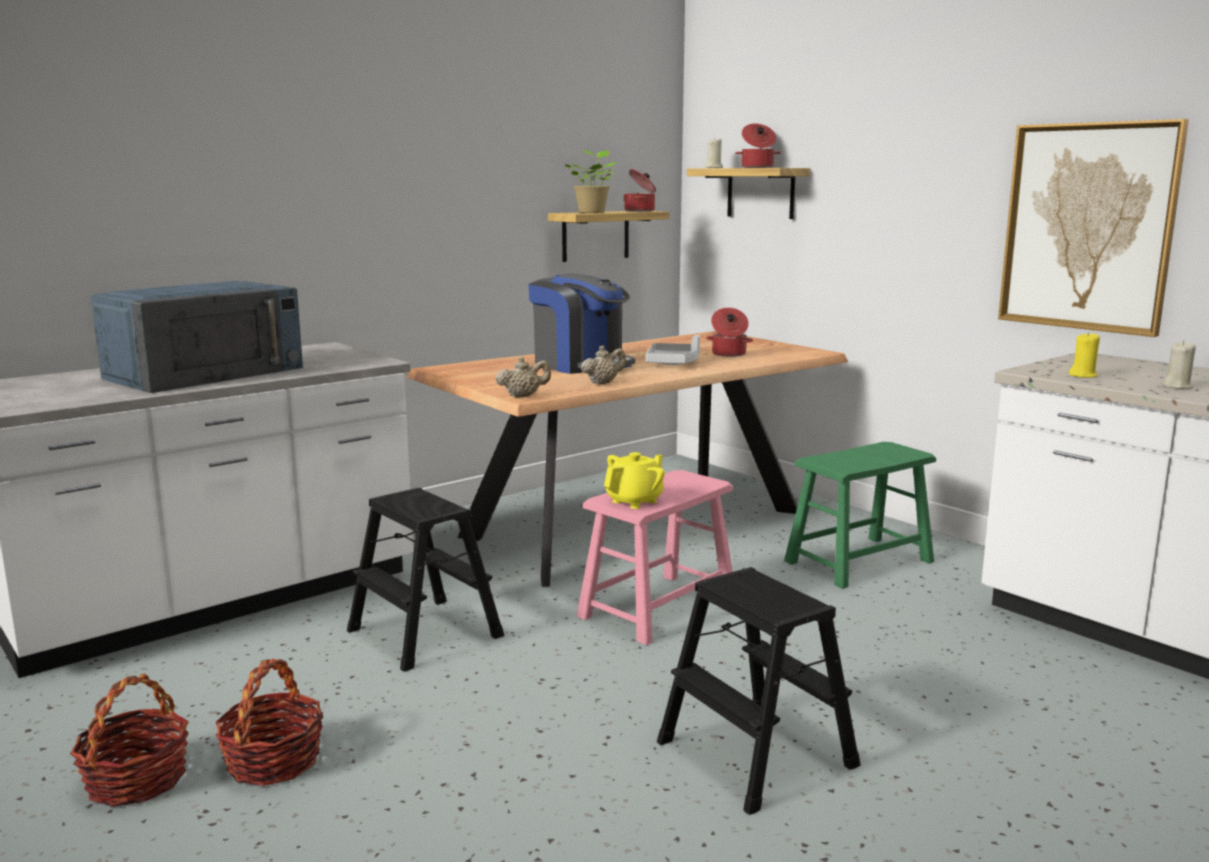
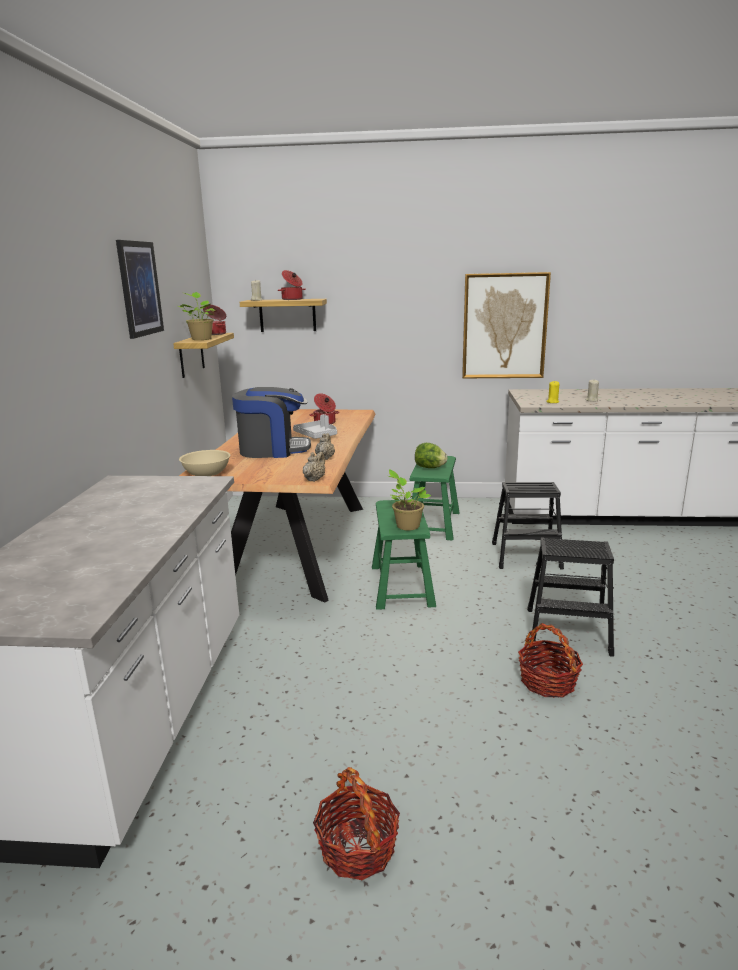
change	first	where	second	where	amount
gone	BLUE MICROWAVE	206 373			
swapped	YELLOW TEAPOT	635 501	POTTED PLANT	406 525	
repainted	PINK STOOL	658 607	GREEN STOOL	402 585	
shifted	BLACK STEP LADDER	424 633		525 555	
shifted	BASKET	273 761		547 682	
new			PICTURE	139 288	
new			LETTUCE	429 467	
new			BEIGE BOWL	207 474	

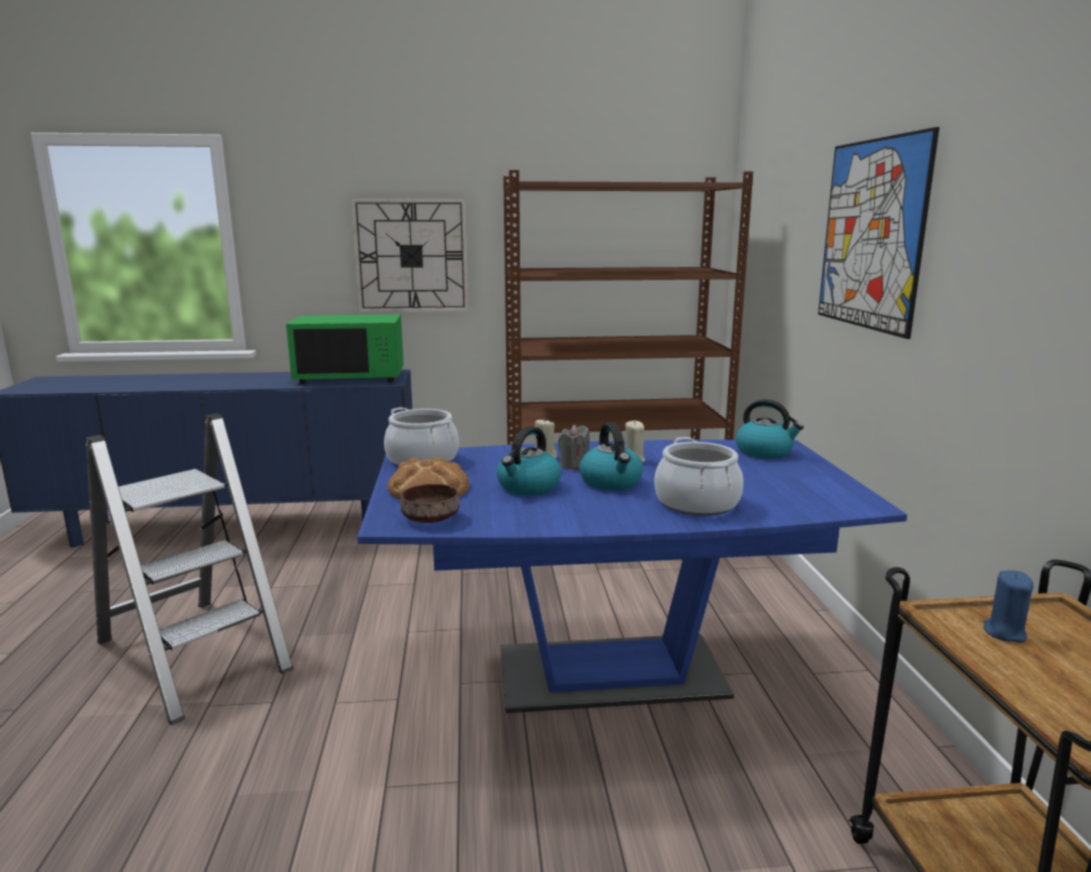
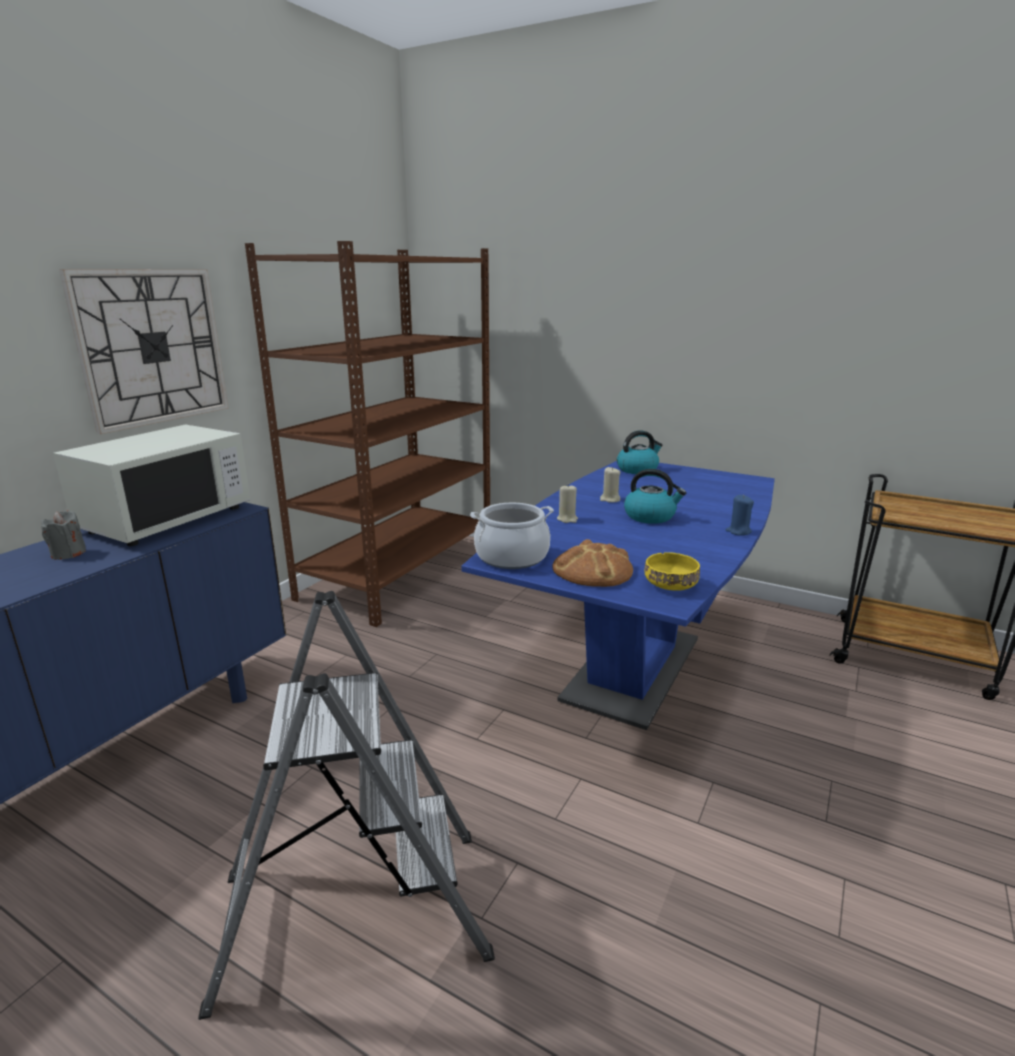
change	first	where	second	where	amount
gone	PICTURE	871 234			
repainted	GREEN MICROWAVE	351 377	WHITE MICROWAVE	167 519	
shifted	GREY CANDLE	574 465		68 553	
gone	KETTLE	528 487			
gone	COOKING POT	697 503			
repainted	BROWN BOWL	429 518	YELLOW BOWL	670 585	
shifted	BLUE CANDLE	1004 632		738 531	

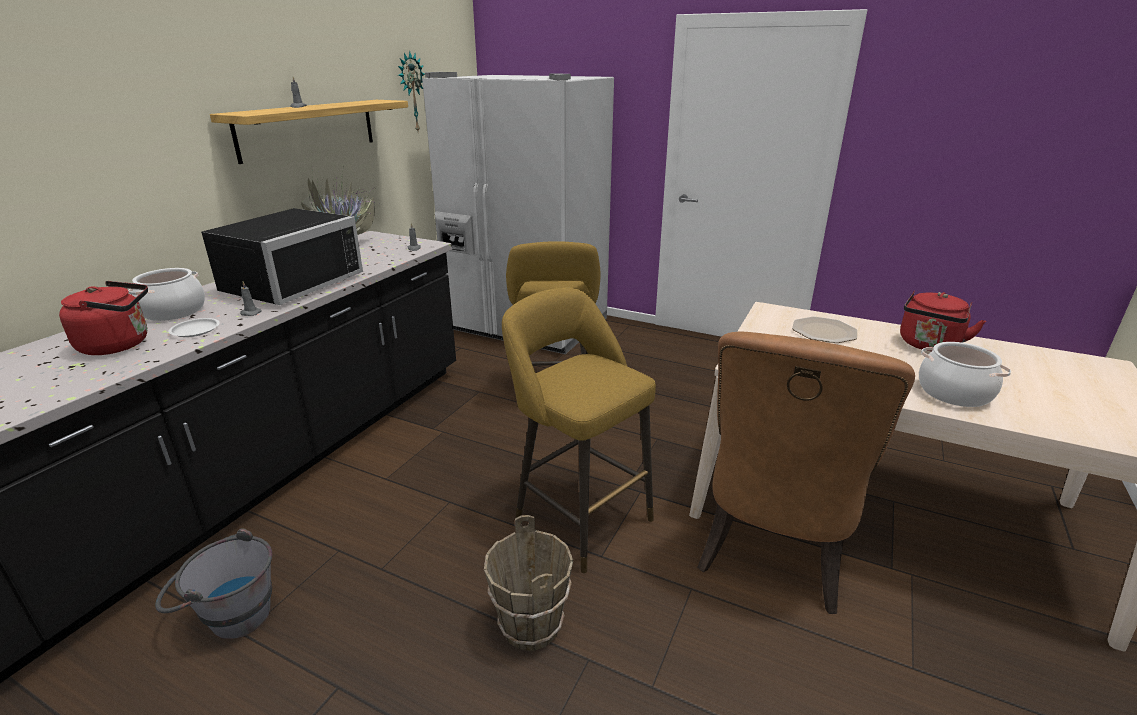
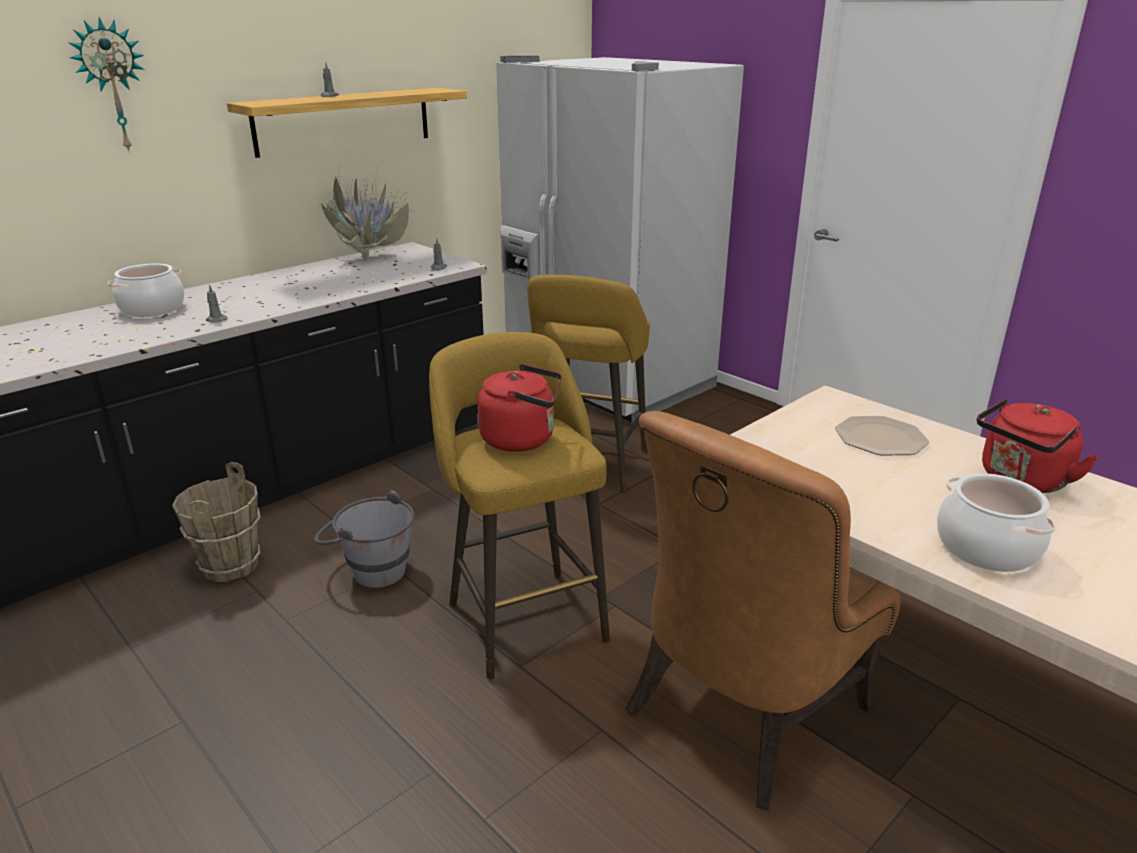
change	first	where	second	where	amount
shifted	WALL CLOCK	411 93		112 86	
gone	BLACK MICROWAVE	288 283			
shifted	RED KETTLE	120 345		522 439	
gone	WHITE PLATE	195 330			
shifted	BROWN BUCKET	530 626		230 566	
shifted	GREY BUCKET	229 616		370 569	

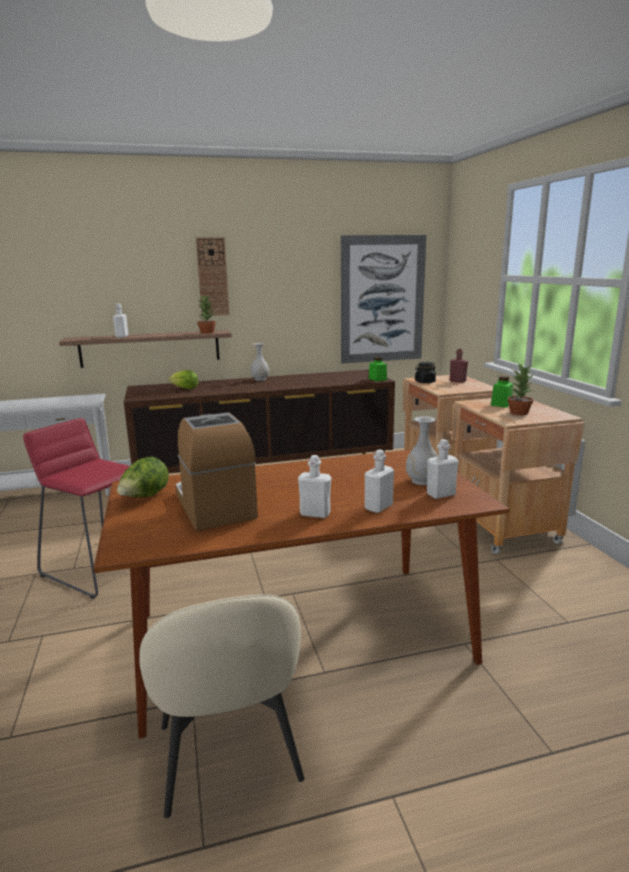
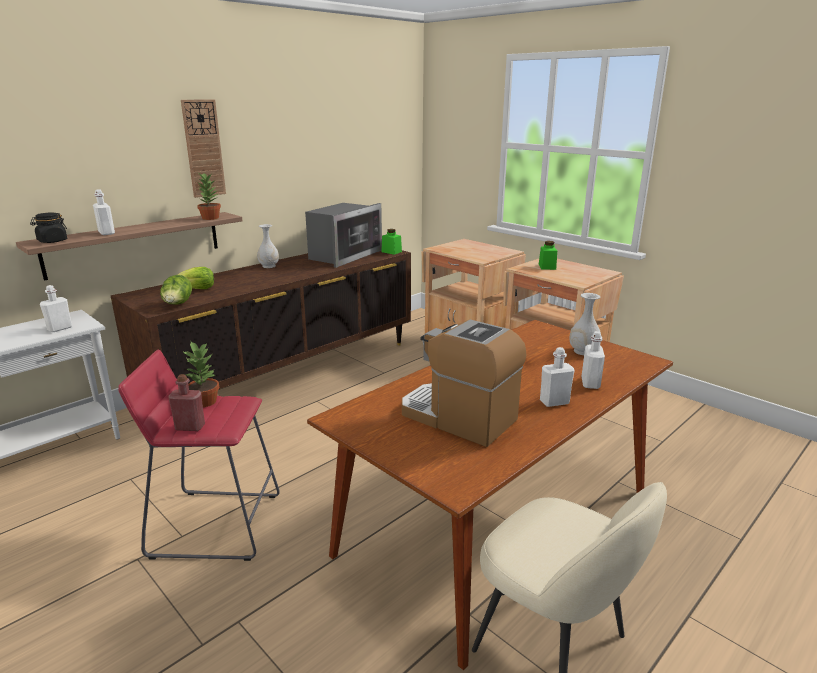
change	first	where	second	where	amount
gone	PICTURE	382 299			
shifted	RED BOTTLE	457 381		190 427	
shifted	BLACK JAR	425 382		52 241	
shifted	POTTED PLANT	519 412		205 401	
shifted	WHITE BOTTLE	441 494		60 328	
shifted	LETTUCE	145 497		178 305	
new			MICROWAVE	344 255	

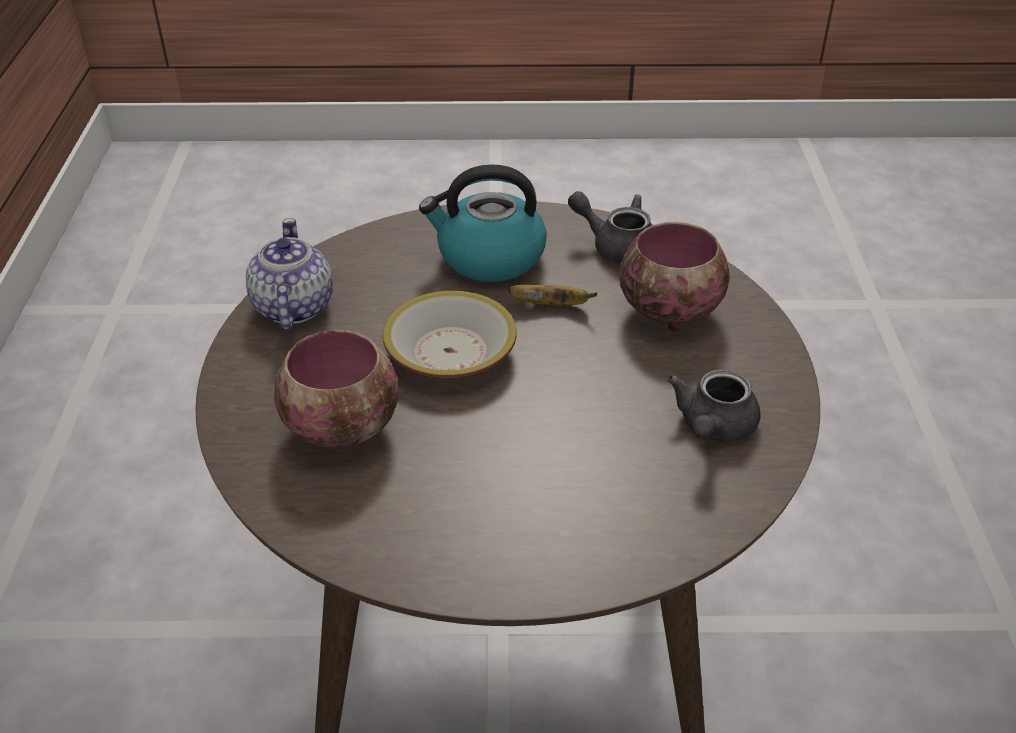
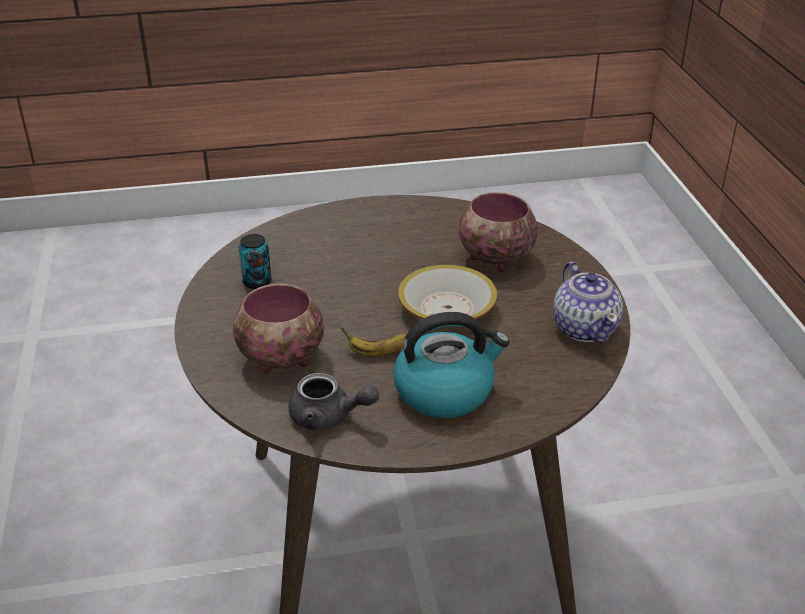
change	first	where	second	where	amount
swapped	GREY TEAPOT	712 428	CAN	257 282	

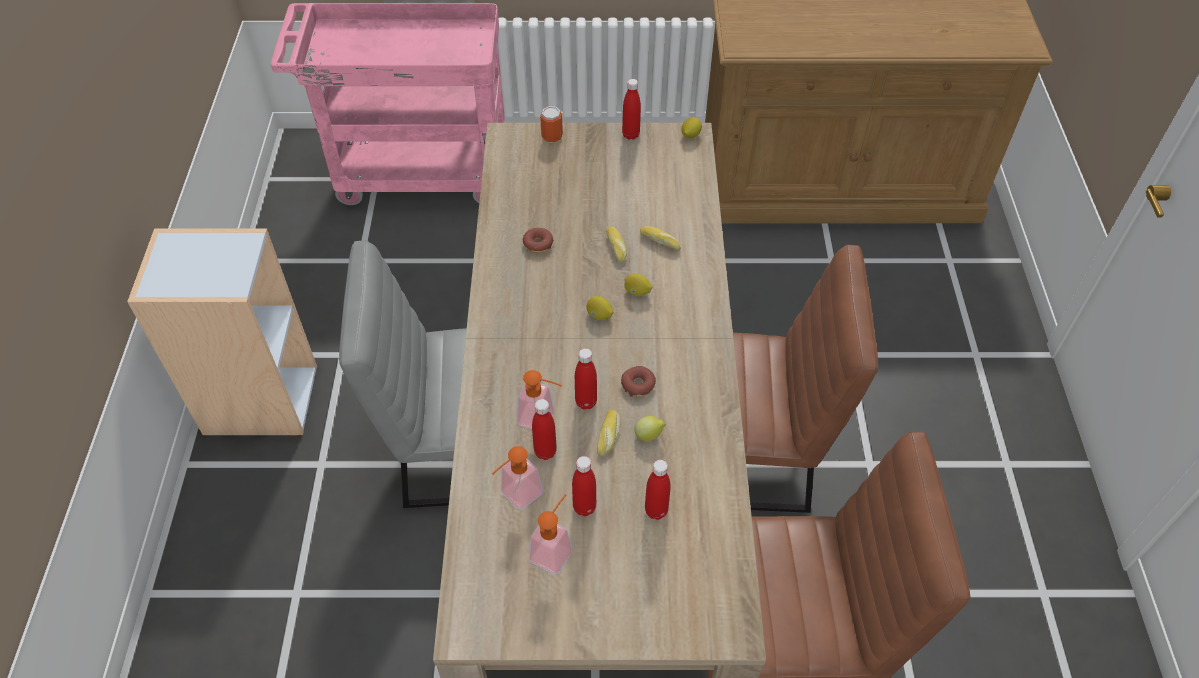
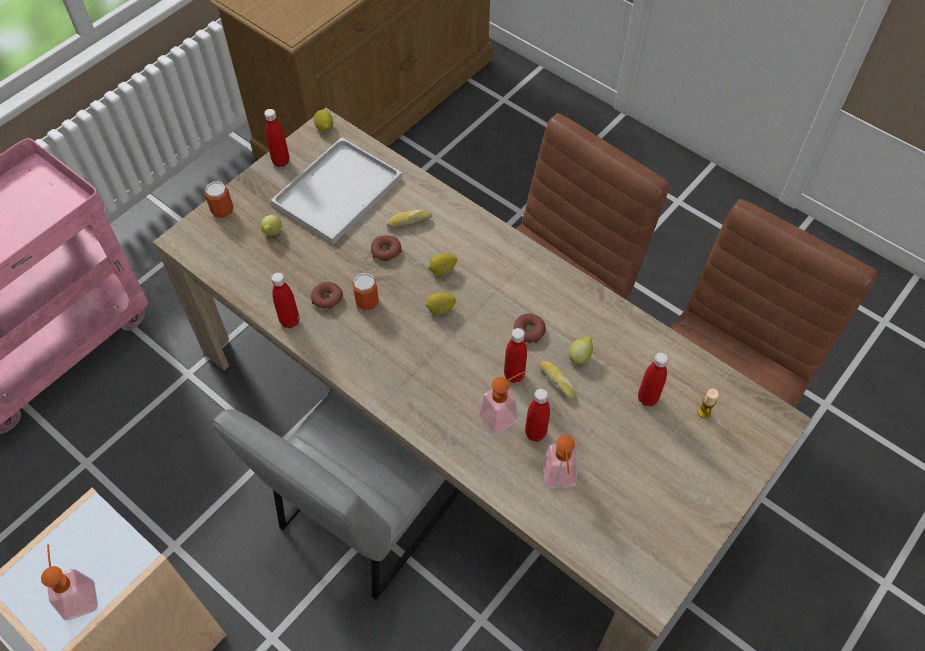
change	first	where	second	where	amount
swapped	BREAD	617 247	DONUT	386 251	
shifted	RED BOTTLE	584 507		290 321	
shifted	SOAP DISPENSER	554 550		78 593	
new			WHITE TRAY	338 189	
new			LEMON	272 233	
new			CAN	367 302	
new			CANDLE	704 412	

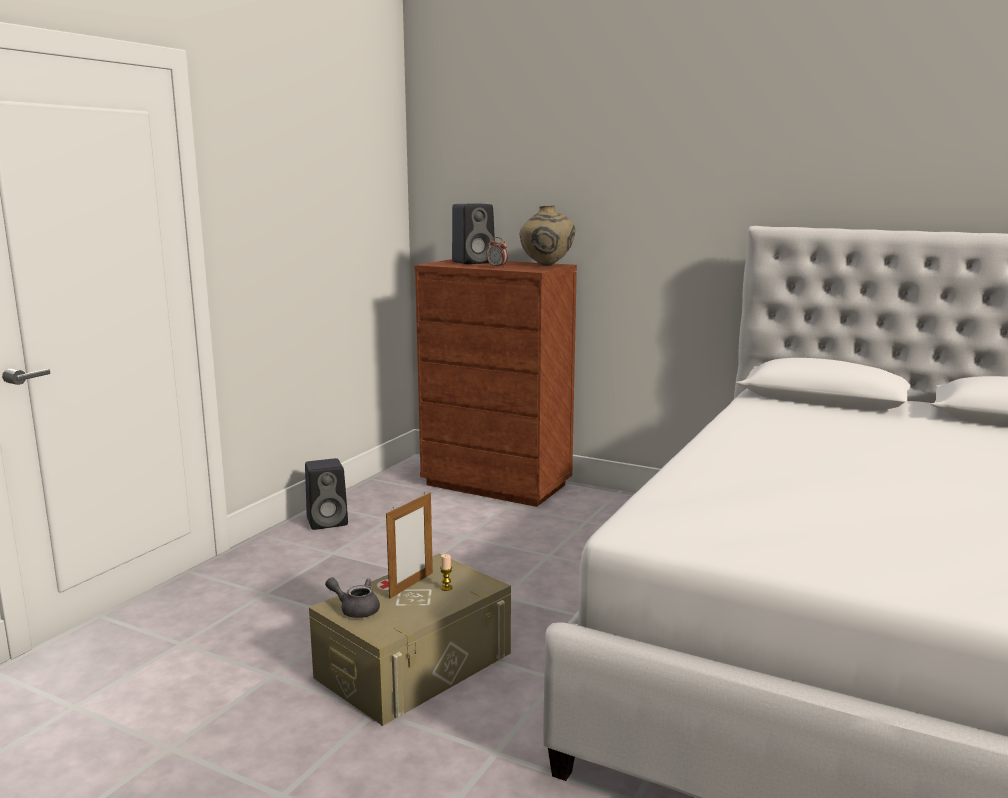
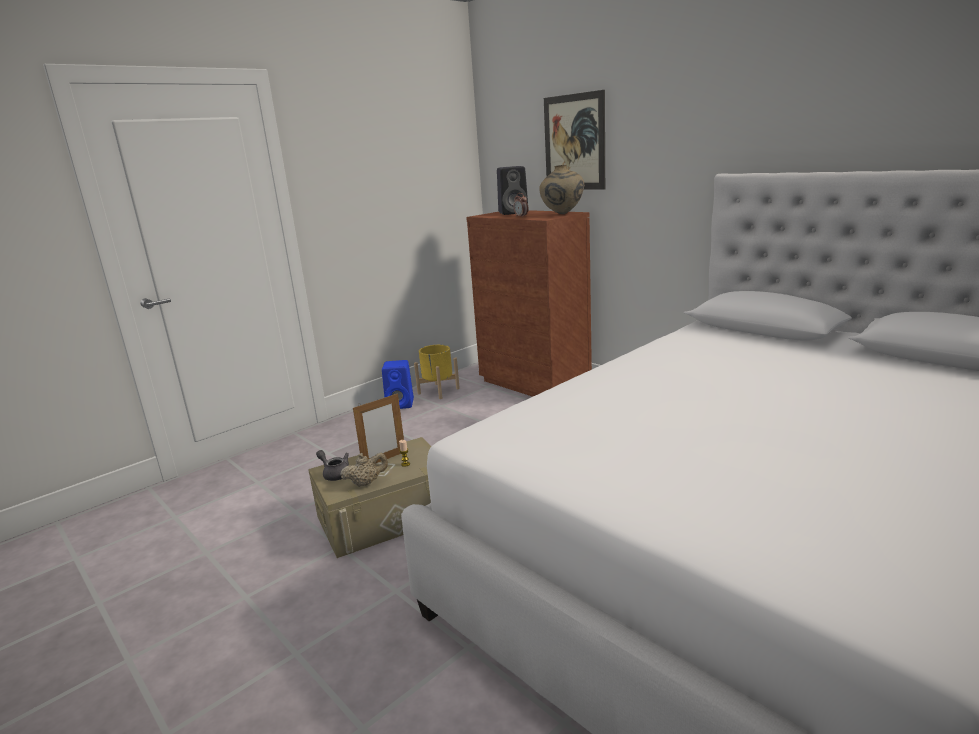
change	first	where	second	where	amount
repainted	BLACK SPEAKER	328 521	BLUE SPEAKER	401 404	
new			PICTURE	574 142	
new			YELLOW PLANTER	438 391	
new			BEIGE TEAPOT	366 483	

